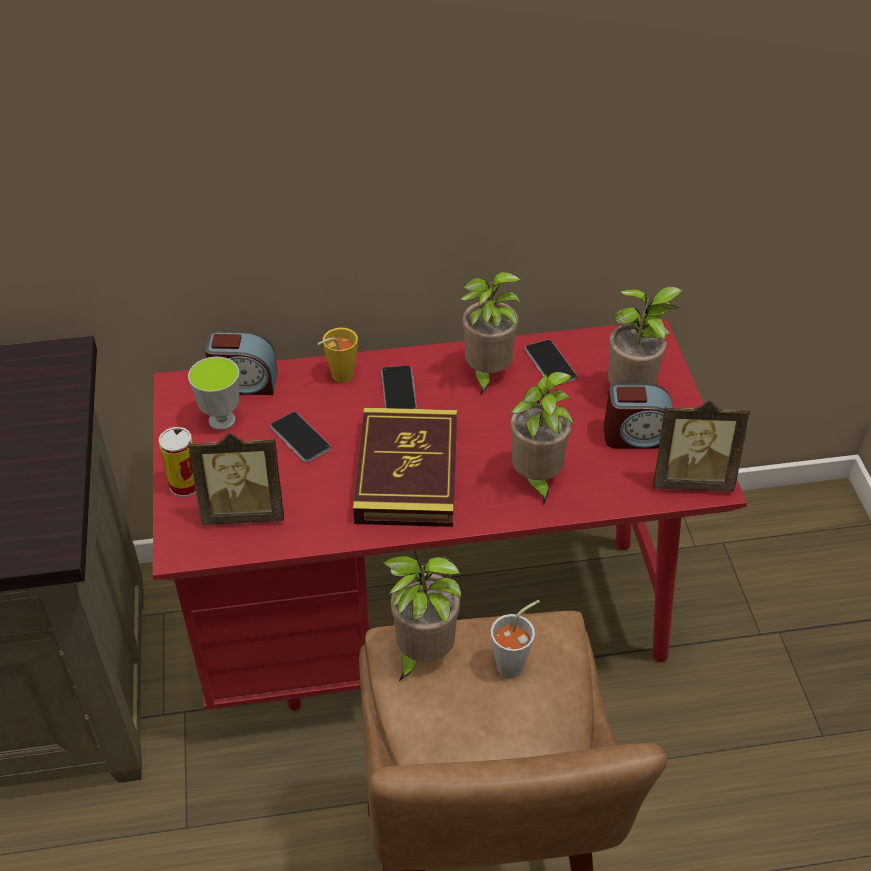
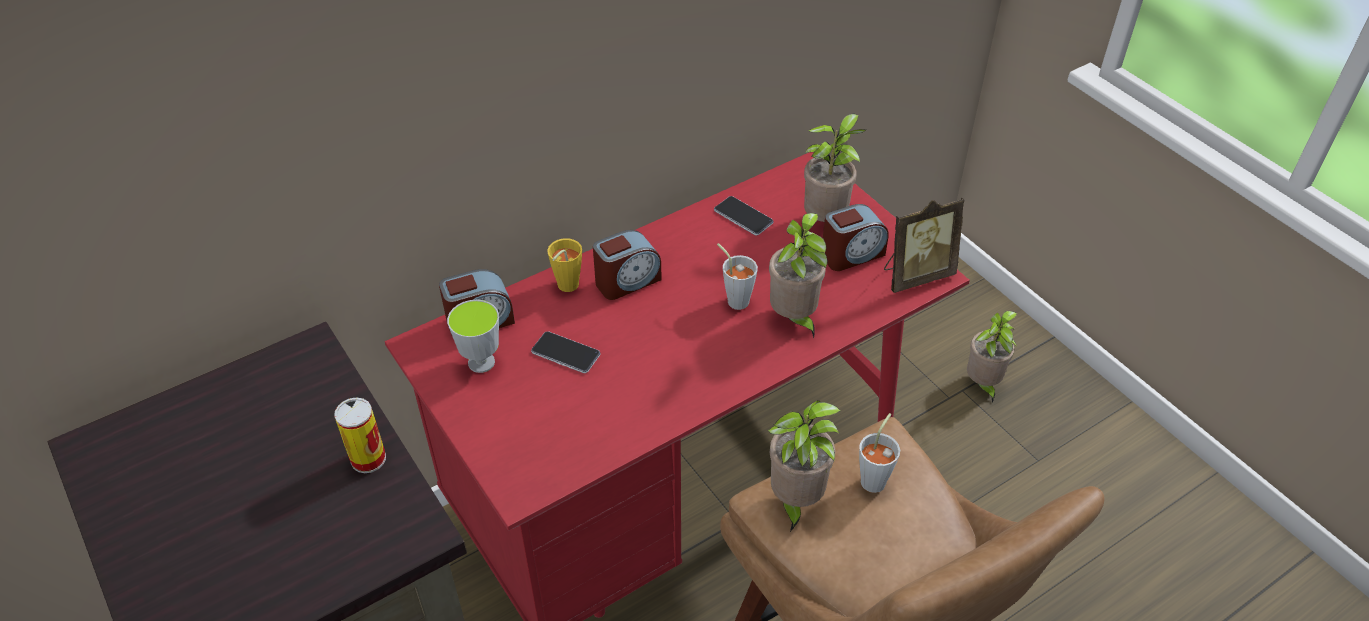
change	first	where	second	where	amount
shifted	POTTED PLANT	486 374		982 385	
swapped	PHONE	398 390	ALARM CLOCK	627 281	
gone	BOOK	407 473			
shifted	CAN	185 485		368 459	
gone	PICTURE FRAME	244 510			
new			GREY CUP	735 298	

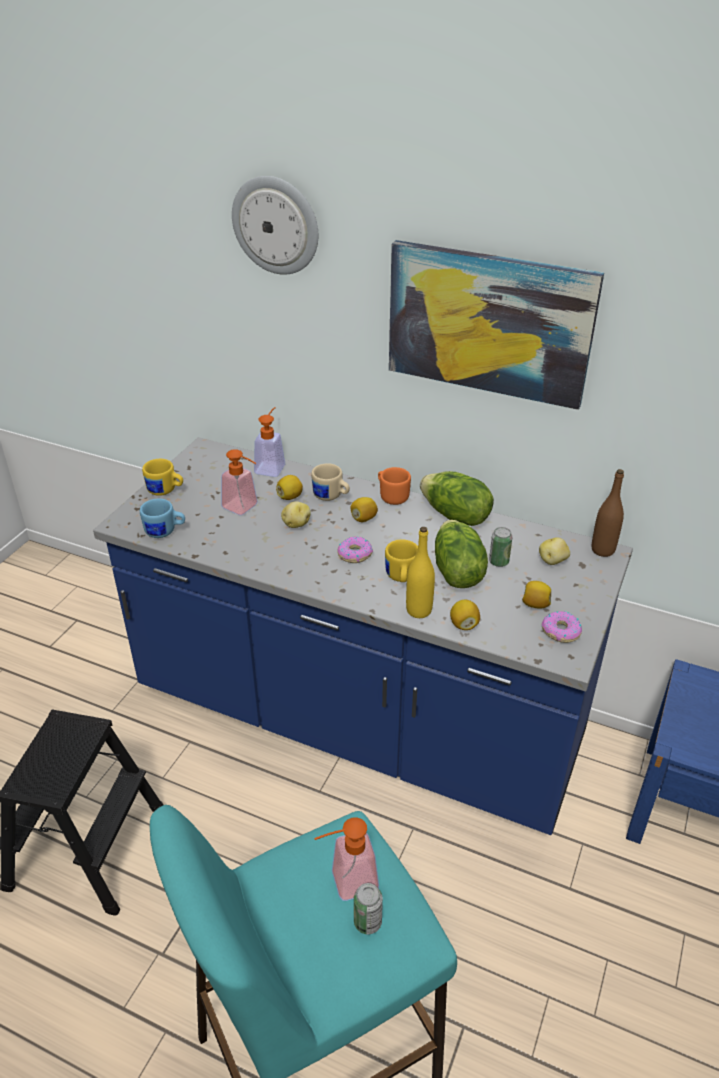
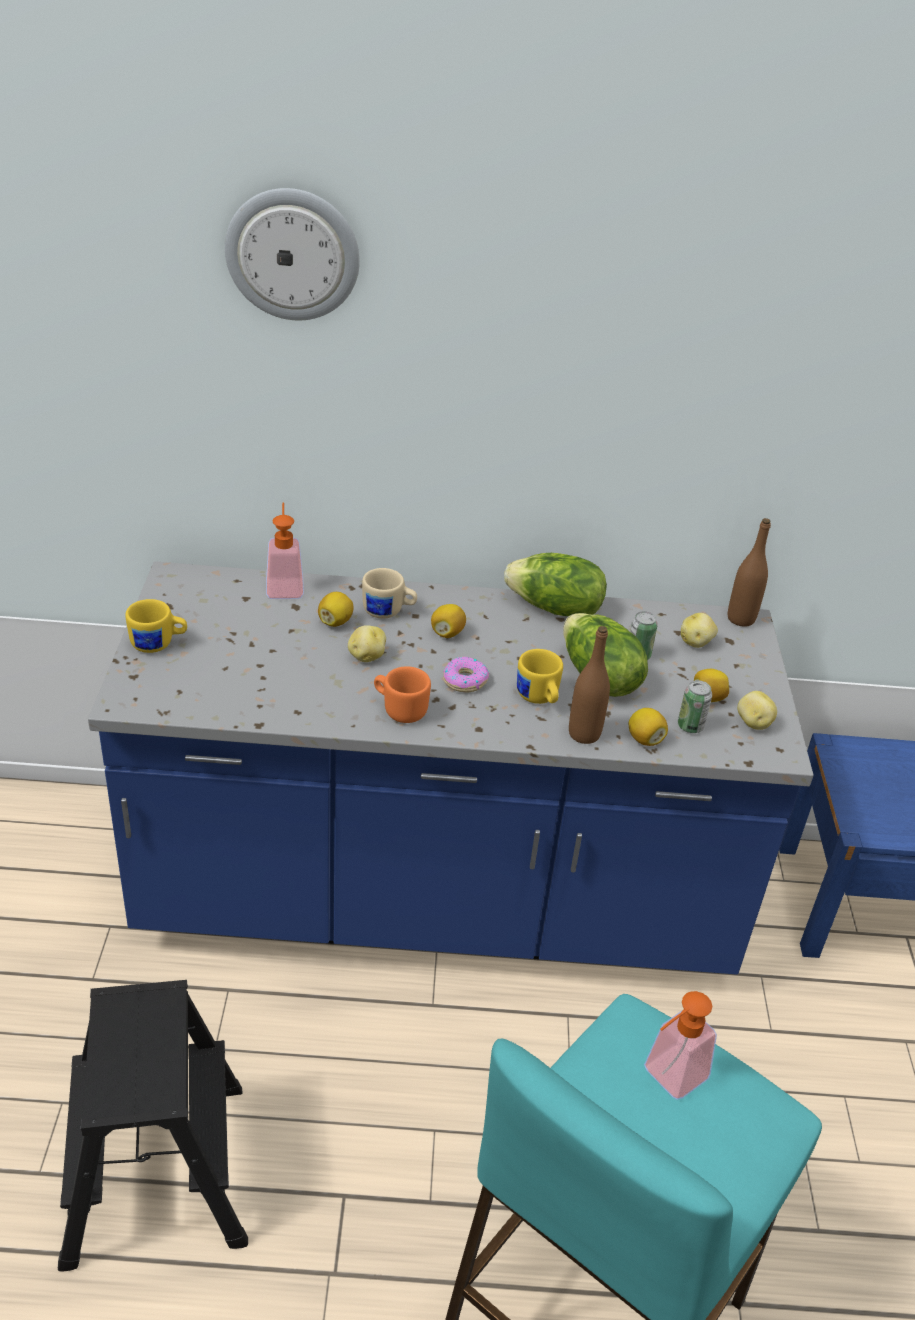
change	first	where	second	where	amount
gone	PICTURE	489 323			
gone	SOAP DISPENSER	244 508			
shifted	ORANGE MUG	392 496		400 709	
gone	BLUE MUG	165 532			
repainted	YELLOW BOTTLE	419 610	BROWN BOTTLE	584 734	
swapped	DONUT	561 631	POTATO	753 723	
shifted	CAN	367 922		690 726	

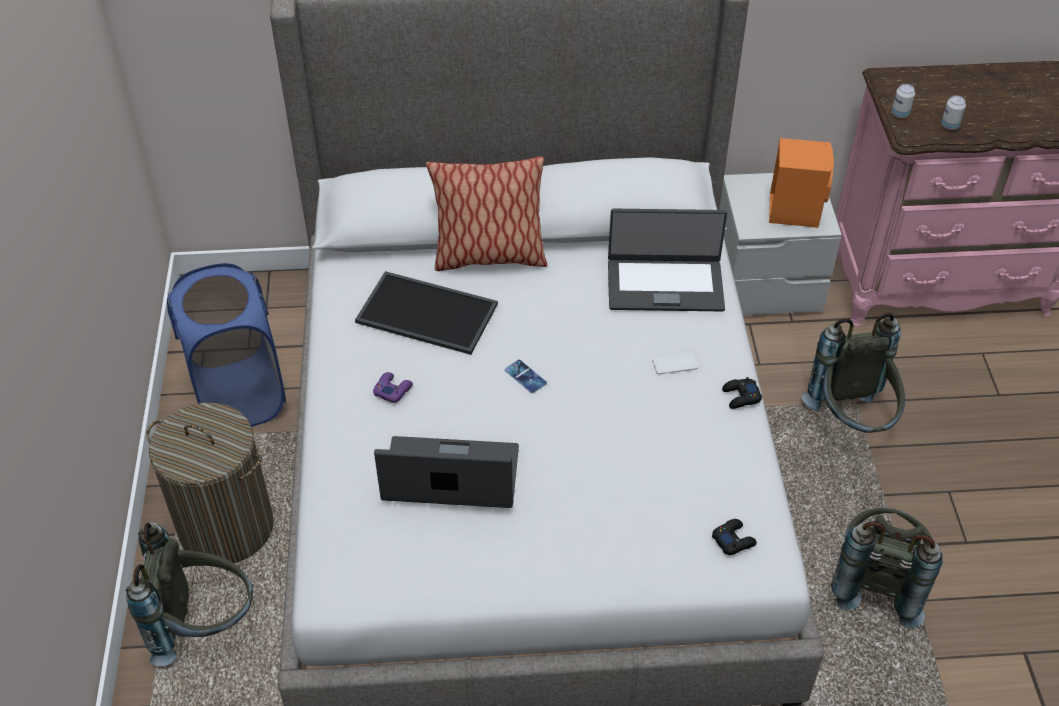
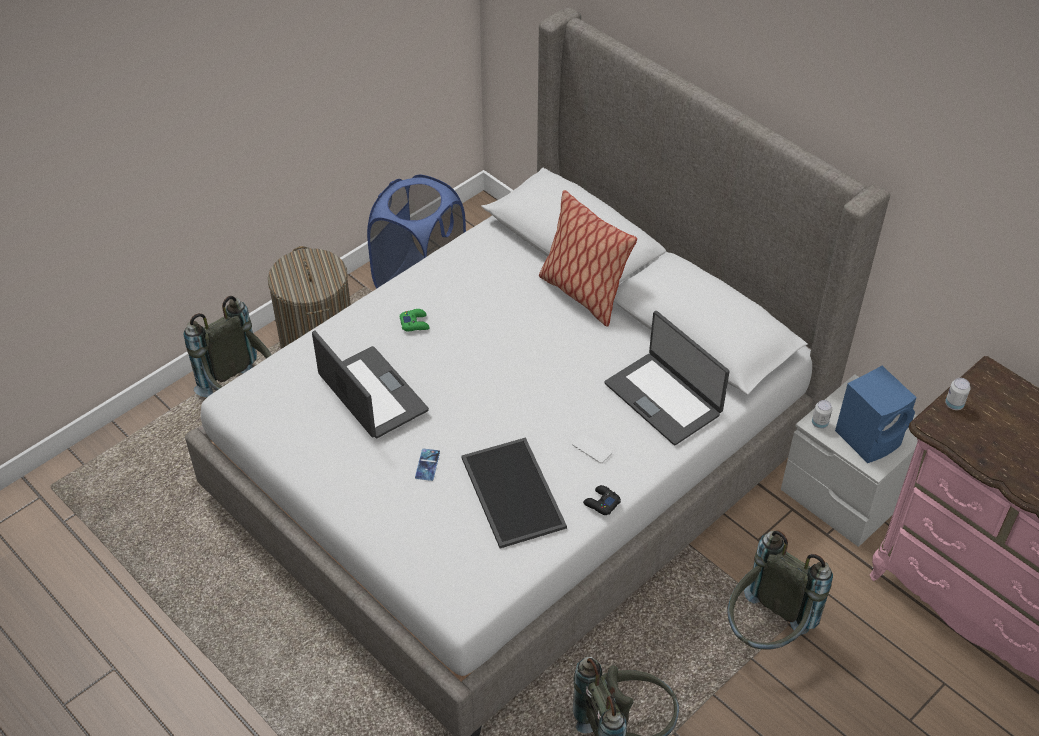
change	first	where	second	where	amount
shifted	CAN	949 125		819 423	
repainted	ORANGE SPEAKER	794 209	BLUE SPEAKER	870 438	
shifted	TRAY	425 314		510 492	
shifted	PHONE	525 376		427 465	
repainted	PURPLE GAME CONTROLLER	392 390	GREEN GAME CONTROLLER	415 323	
gone	BLACK GAME CONTROLLER	733 540			

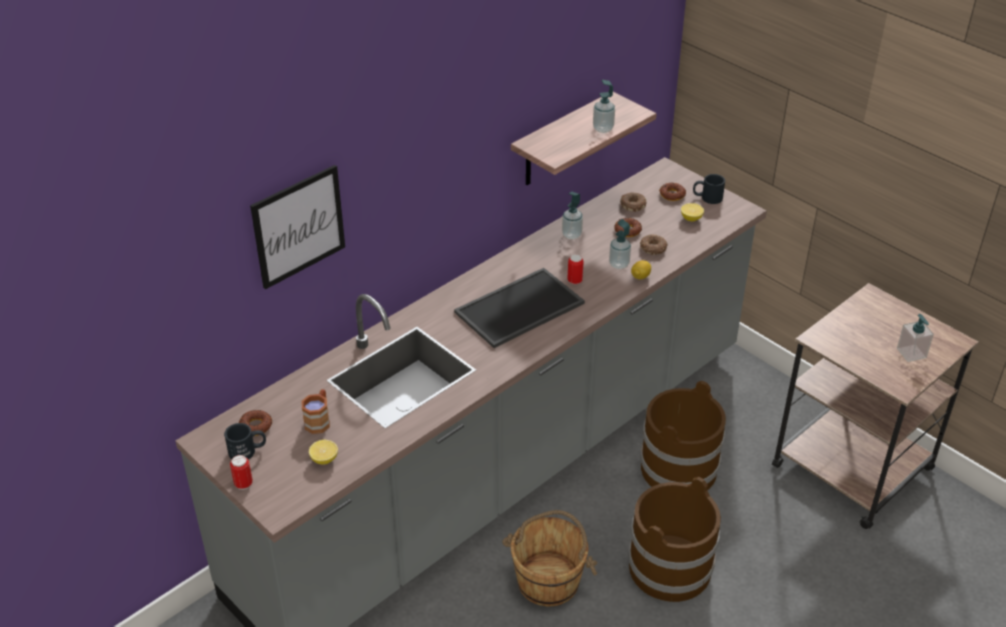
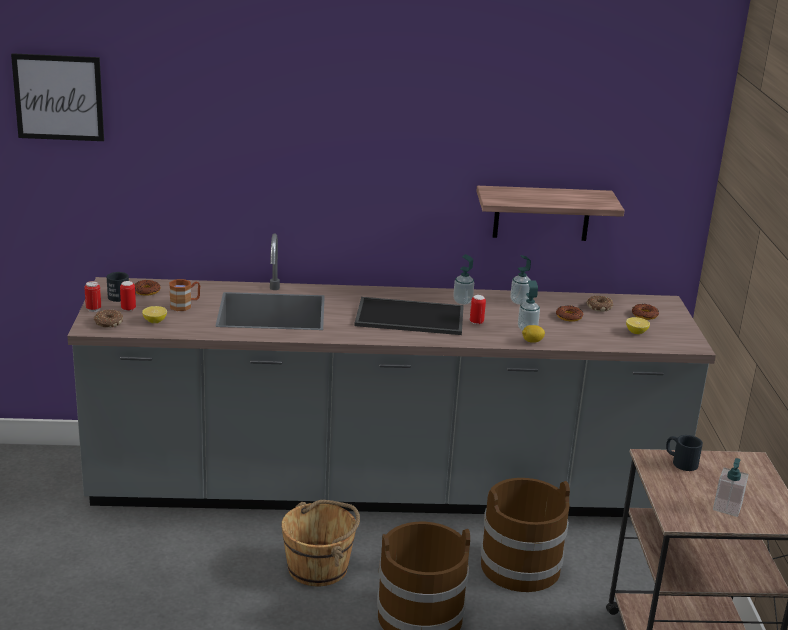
change	first	where	second	where	amount
shifted	SOAP DISPENSER	603 129		462 301	
shifted	PICTURE	298 226		58 97	
shifted	BLACK MUG	707 198		680 461	
shifted	DONUT	653 248		108 323	
new			CAN	128 309	

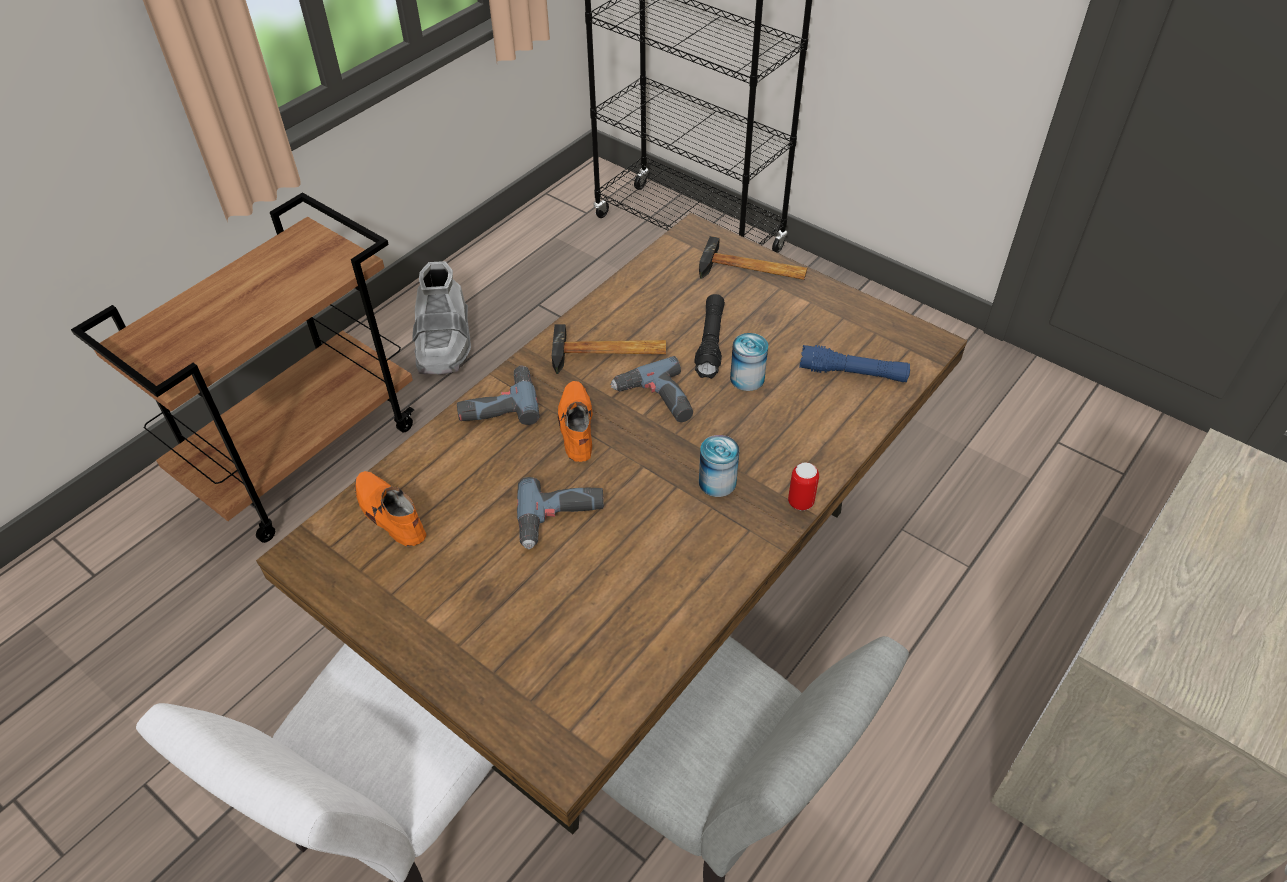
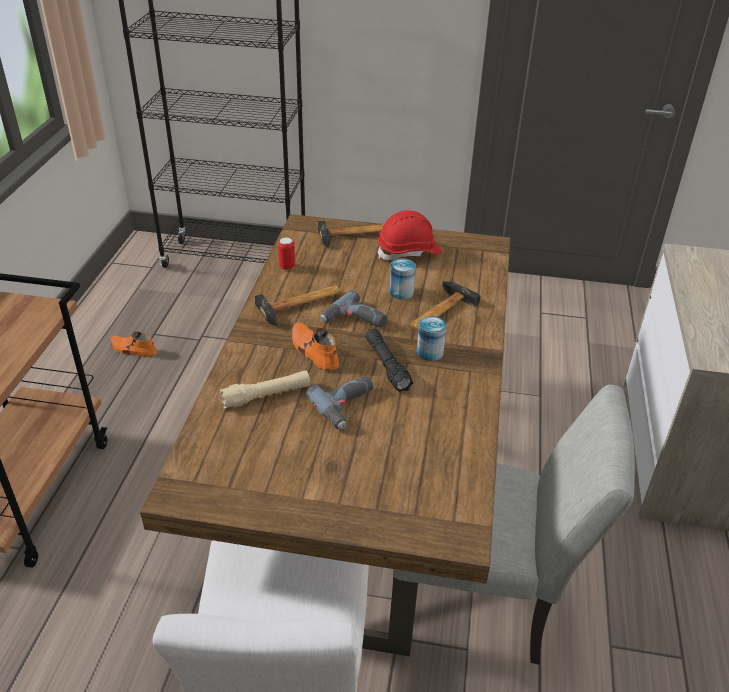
change	first	where	second	where	amount
gone	GREY BOOT	444 343			
shifted	BLACK FLASHLIGHT	710 343		387 366	
gone	BLUE FLASHLIGHT	853 373			
gone	POWER DRILL	497 403			
shifted	CAN	800 502		287 267	
shifted	ORANGE SHOE	389 514		133 350	
new			RED HARD HAT	409 252	
new			HAMMER	437 312	
new			BEIGE FLASHLIGHT	266 395	

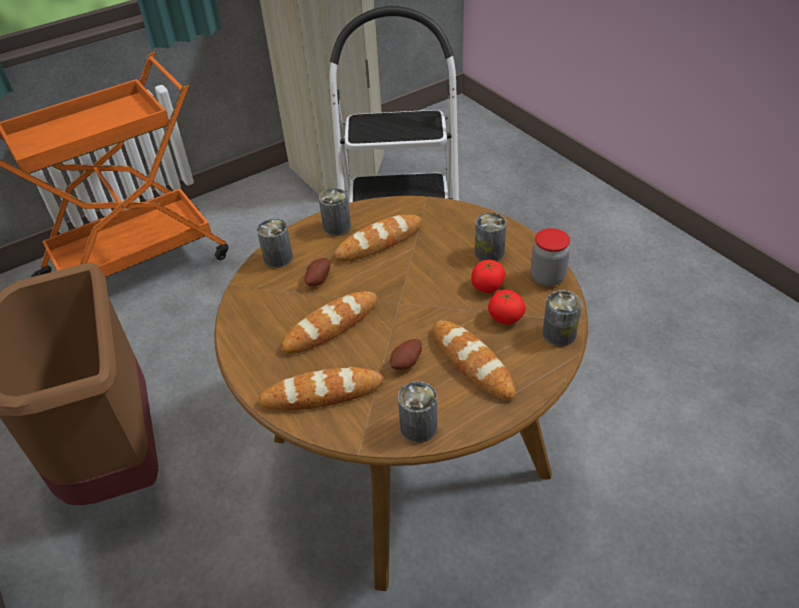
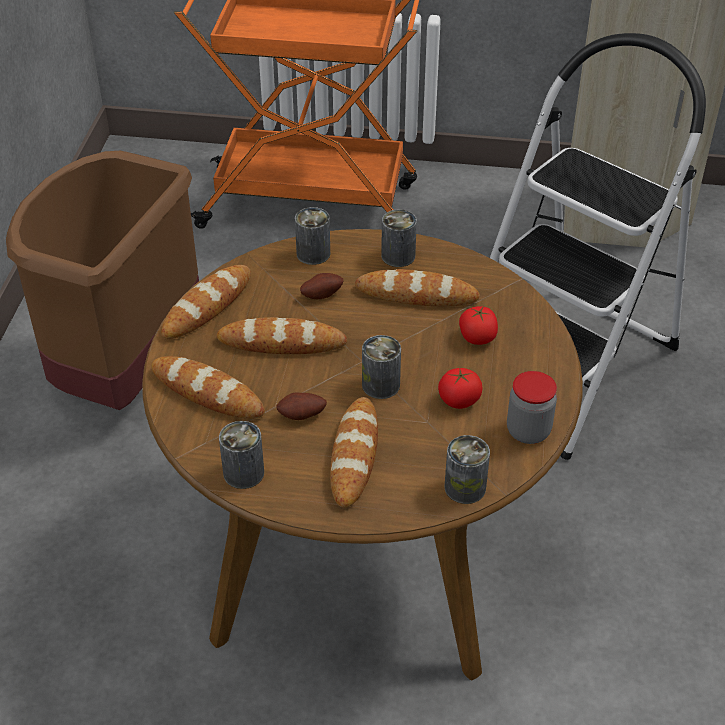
change	first	where	second	where	amount
shifted	CAN	489 253		381 385	
shifted	TOMATO	505 318		477 338	
new			BREAD	207 306	

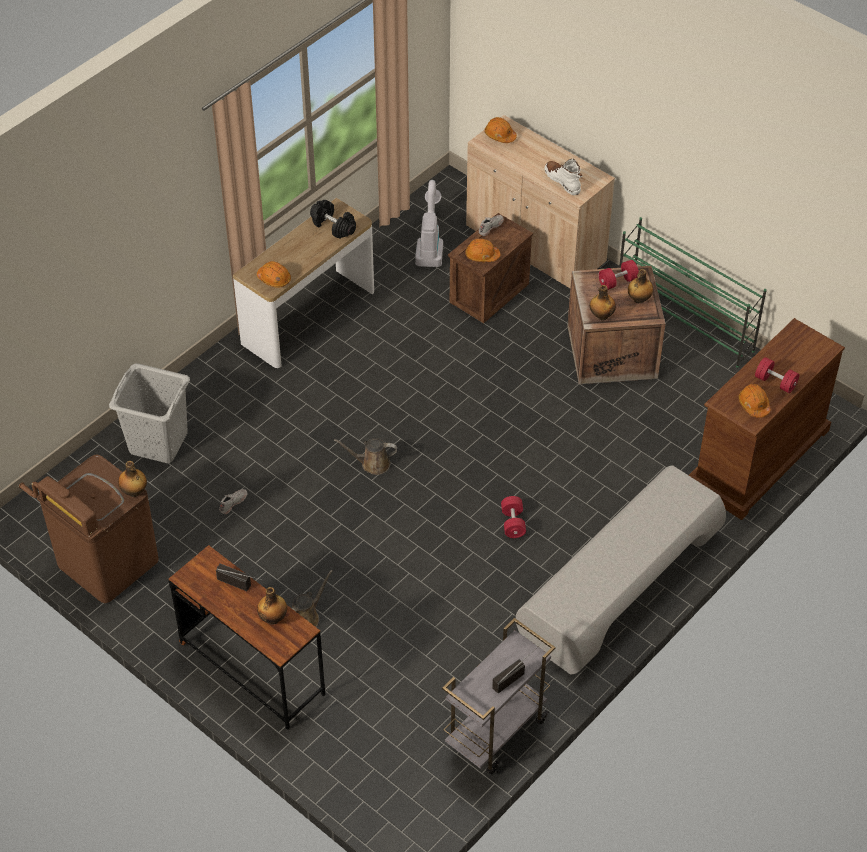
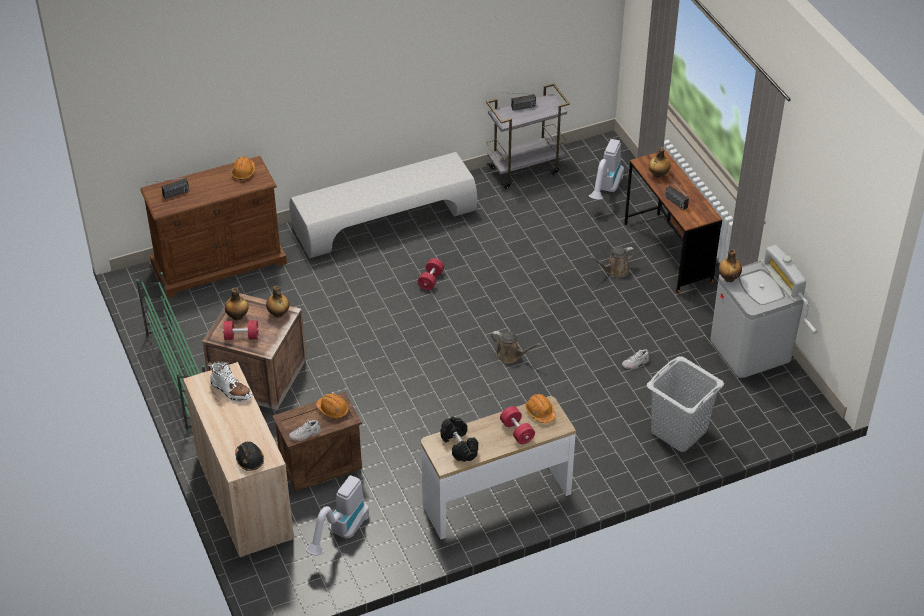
change	first	where	second	where	amount
repainted	ORANGE HARD HAT	500 135	BLACK HARD HAT	249 459	
rotated	WHITE BOOT	563 181		231 391	45 degrees counterclockwise
shifted	RED DUMBBELL	775 382		517 431	
repainted	BROWN WASHING MACHINE	106 563	GREY WASHING MACHINE	752 352	
new			VACUUM CLEANER	605 190	
new			RADIO	169 196	

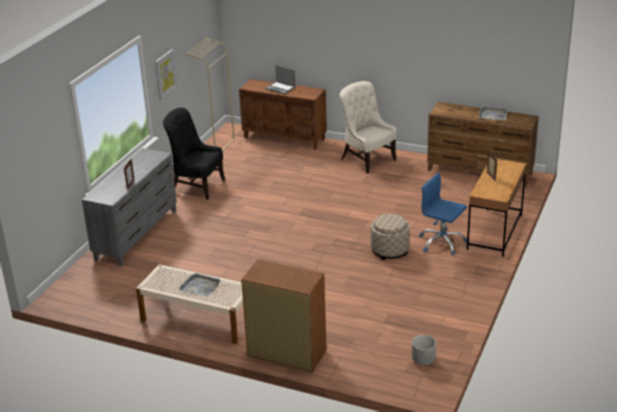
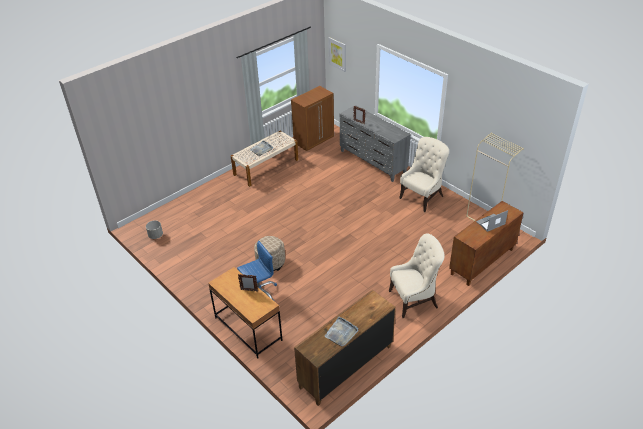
change	first	where	second	where	amount
shifted	PICTURE	165 74		337 54	
repainted	BLACK ARMCHAIR	196 186	BEIGE ARMCHAIR	422 197	
shifted	BROWN CABINET	286 353		314 139	

